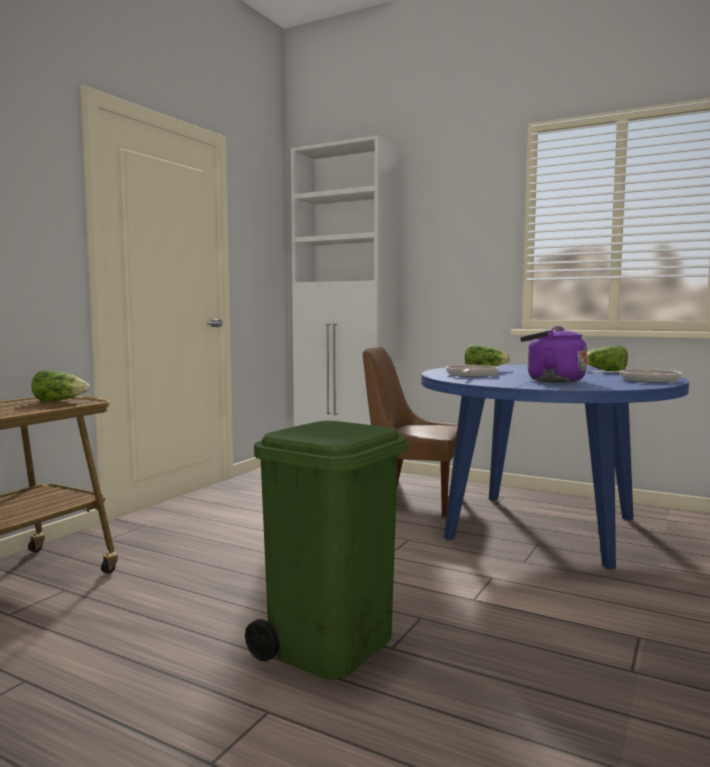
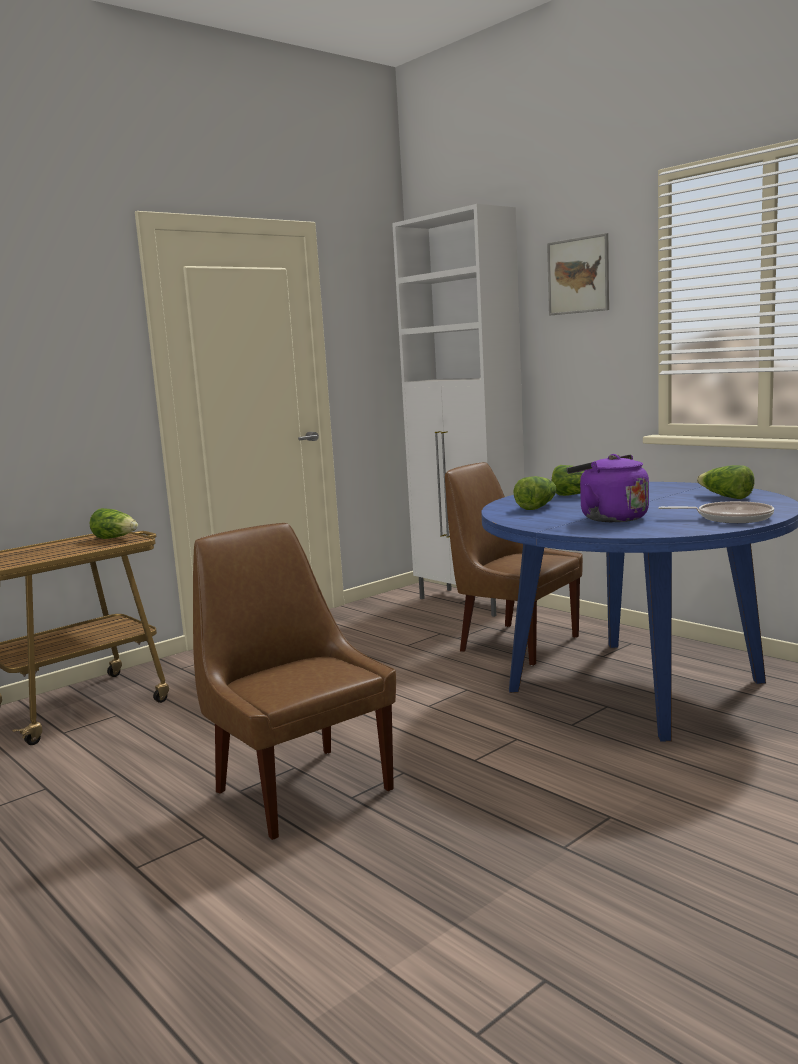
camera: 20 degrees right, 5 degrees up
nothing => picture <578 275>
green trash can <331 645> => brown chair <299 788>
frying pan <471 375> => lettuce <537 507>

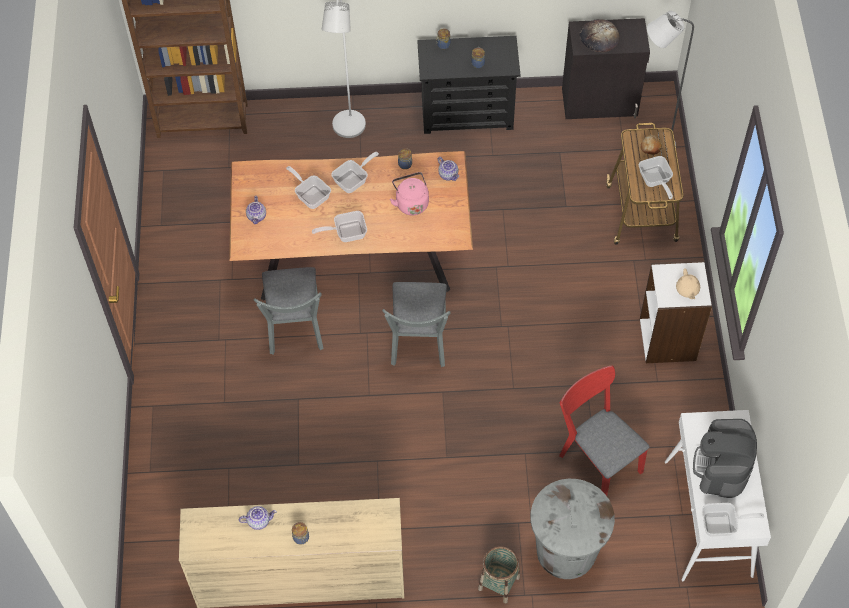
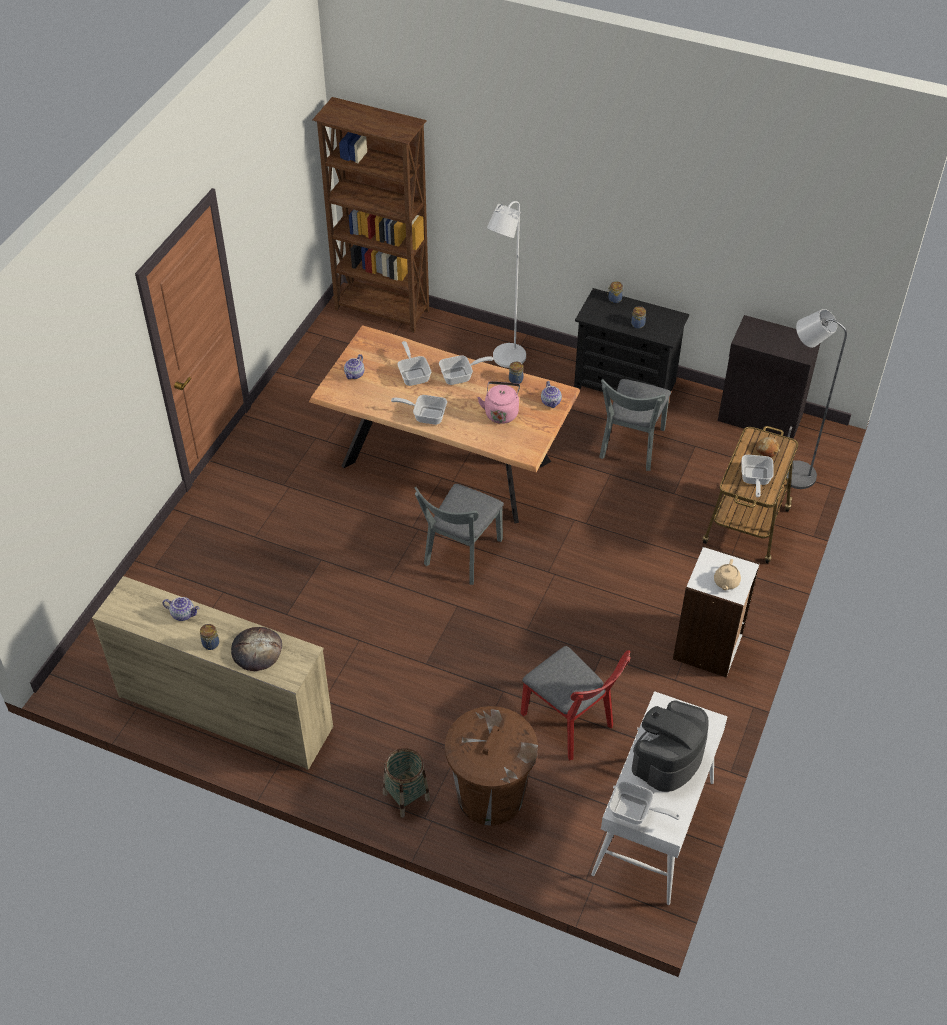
camera: 25 degrees right, 10 degrees down
grey chair <295 330> => grey chair <631 447>, shifted
bread <599 37> => bread <256 650>, shifted
grey trash can <566 551> => brown trash can <490 796>
red chair <596 458> => red chair <571 724>, 150 degrees clockwise

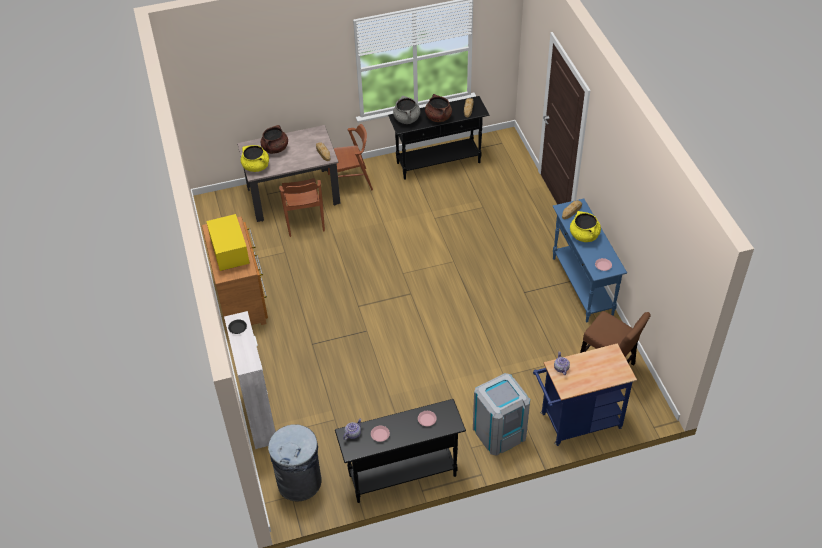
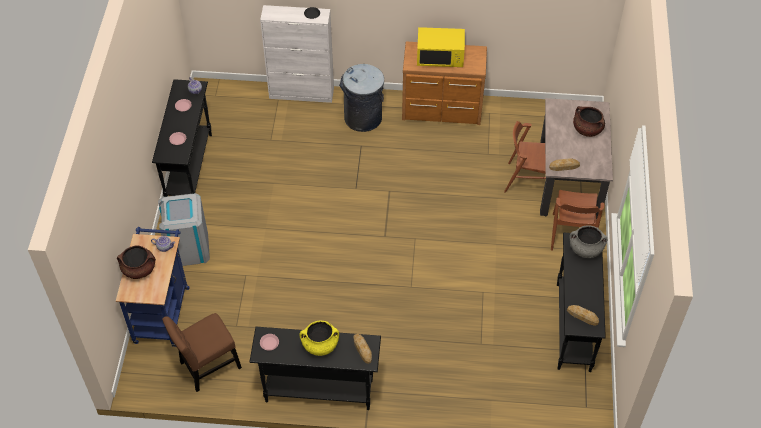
camera: 110 degrees right, 5 degrees up
yellow cooking pot <256 166> => nothing
grey trash can <300 482> => grey trash can <363 118>, shifted
brown cooking pot <438 117> => brown cooking pot <139 269>, shifted
blue console table <582 286> => black console table <318 390>

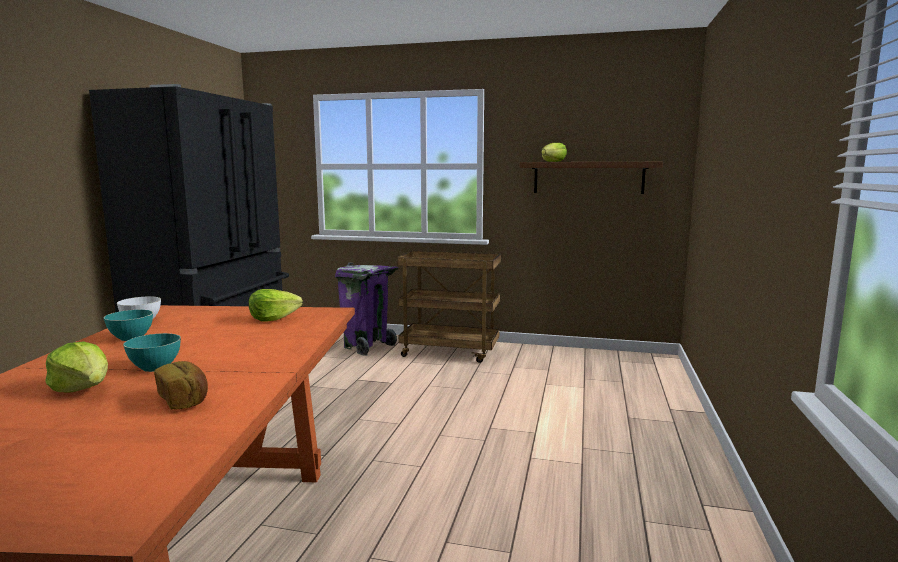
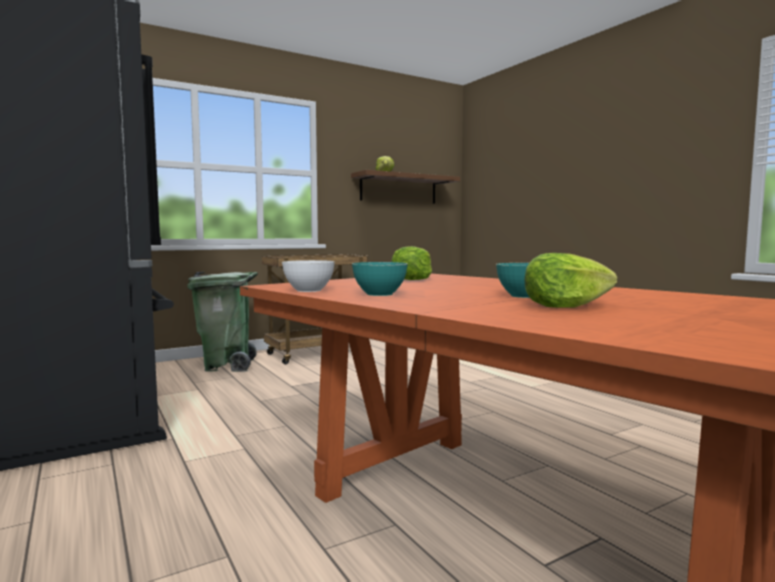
camera: 45 degrees left, 5 degrees down
bread <184 400> => nothing
purple trash can <366 346> => green trash can <227 366>

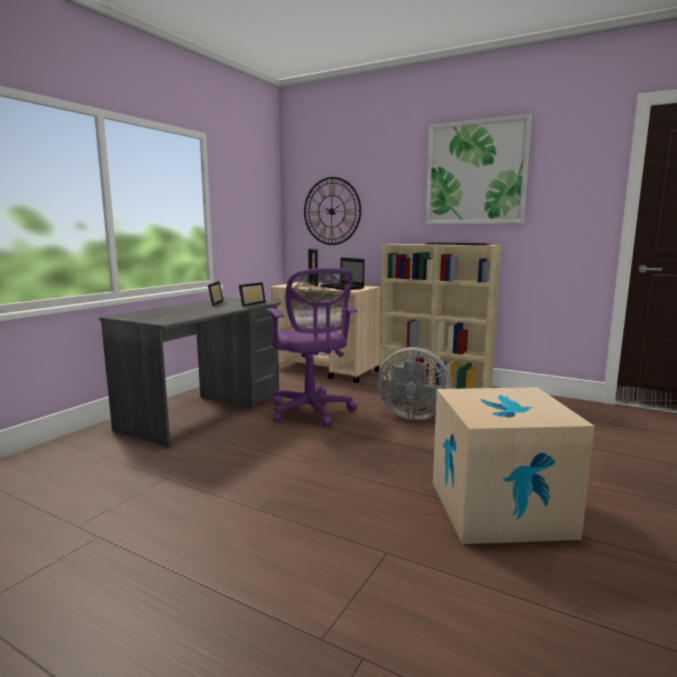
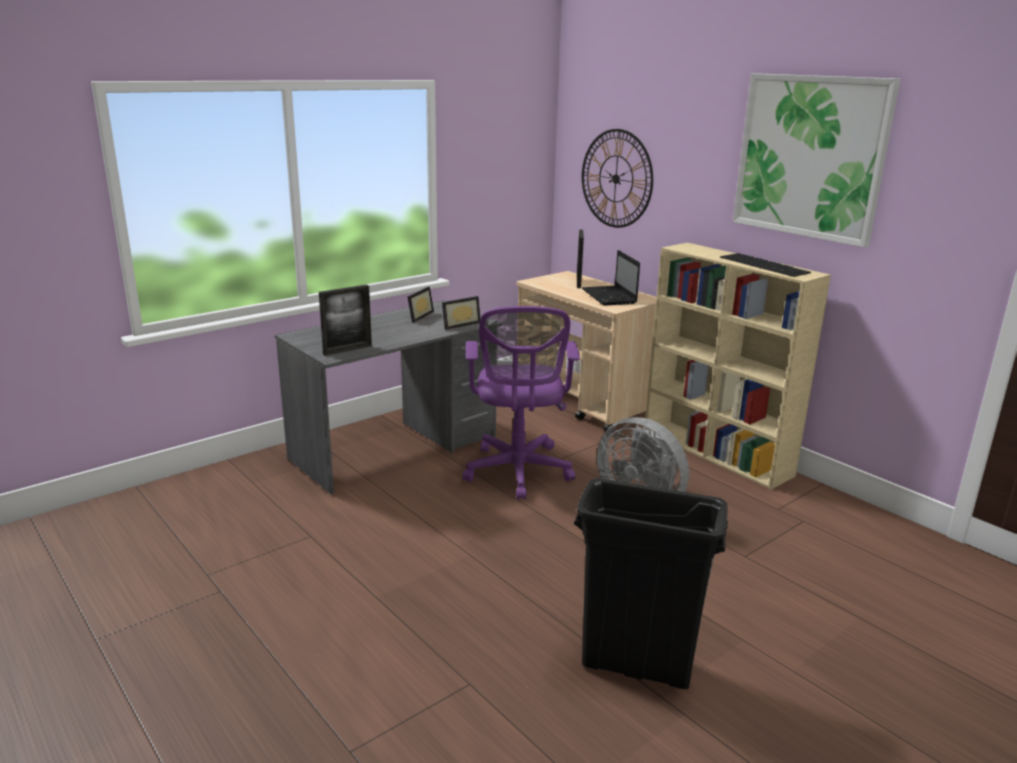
camera: 20 degrees right, 10 degrees up
nothing => picture frame <347 350>
cardboard box <499 508> => black trash can <636 665>

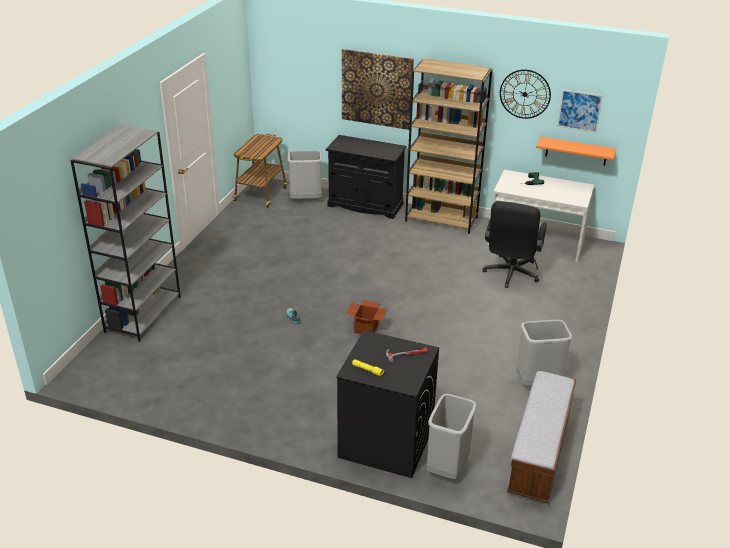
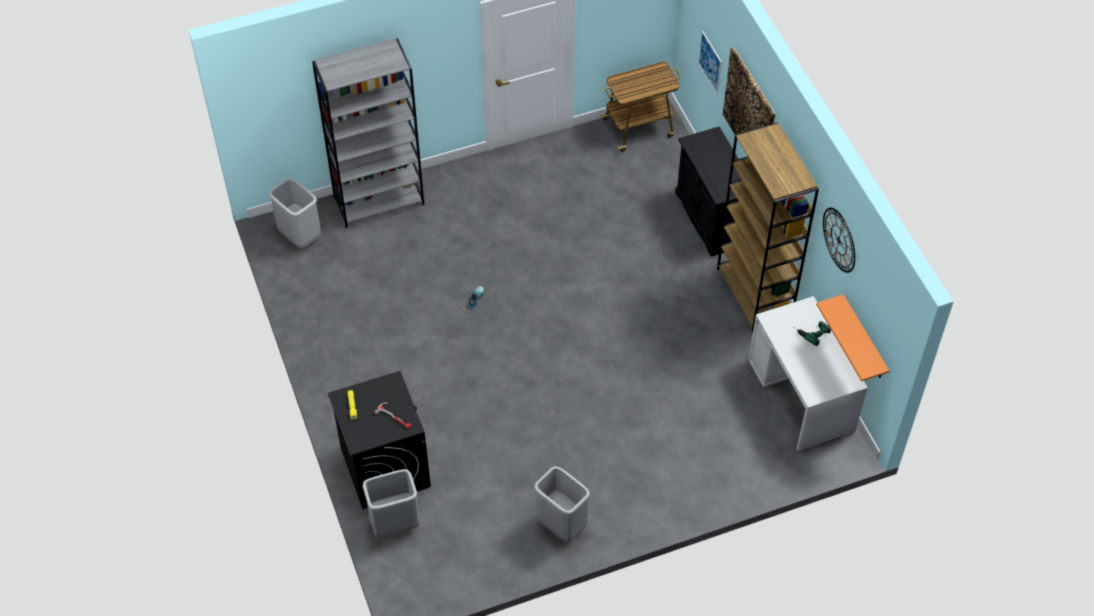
camera: 50 degrees right, 20 degrees up
cardboard box <366 329> => nothing
black office chair <510 275> => nothing
bench <539 453> => nothing
grey trash can <305 200> => grey trash can <299 237>, shifted
picture <579 111> => picture <710 62>, shifted

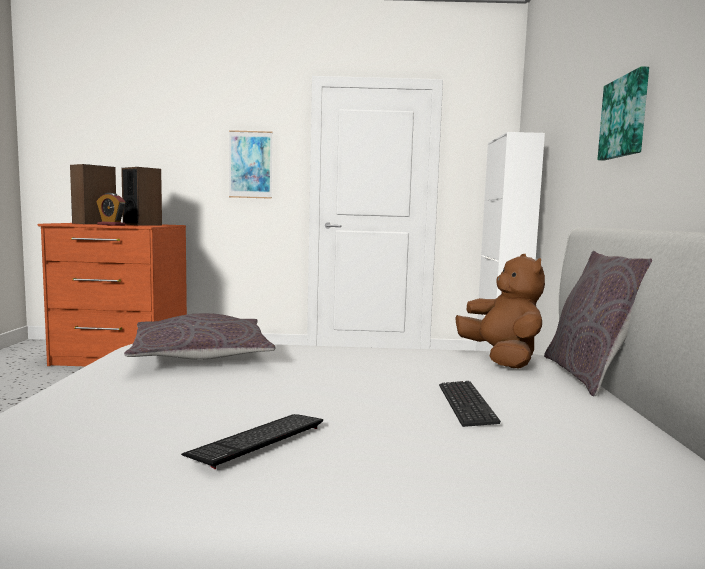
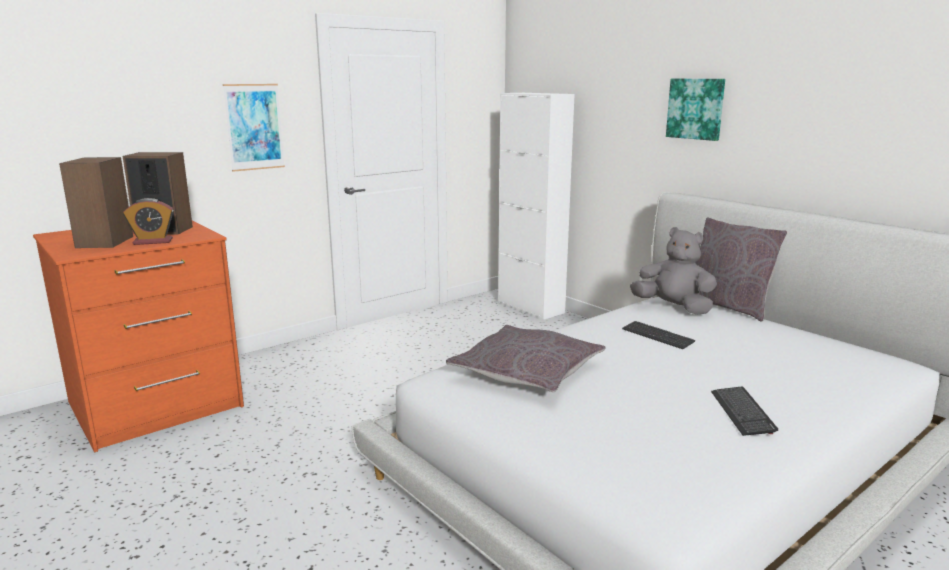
camera: 40 degrees left, 10 degrees up
keyboard <466 405> => keyboard <657 336>, shifted
brown plush toy <501 359> => grey plush toy <673 308>

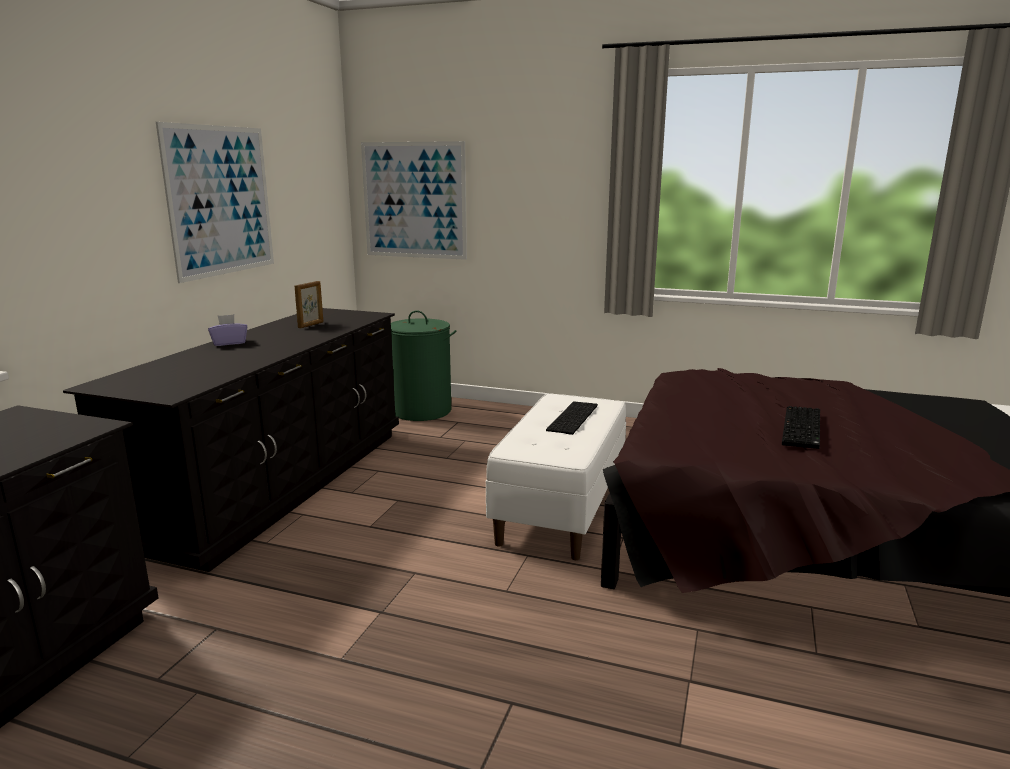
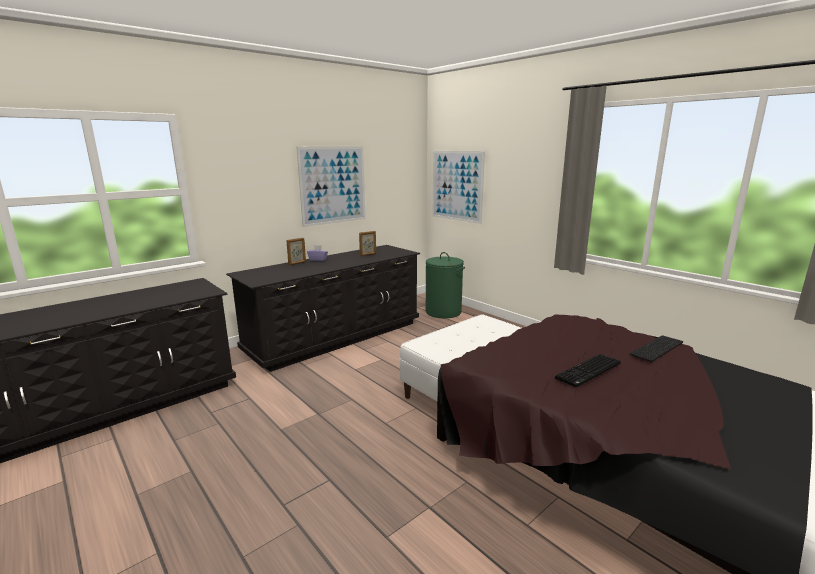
camera: 30 degrees right, 0 degrees up
nothing => picture frame <297 263>
keyboard <574 418> => keyboard <658 349>, shifted

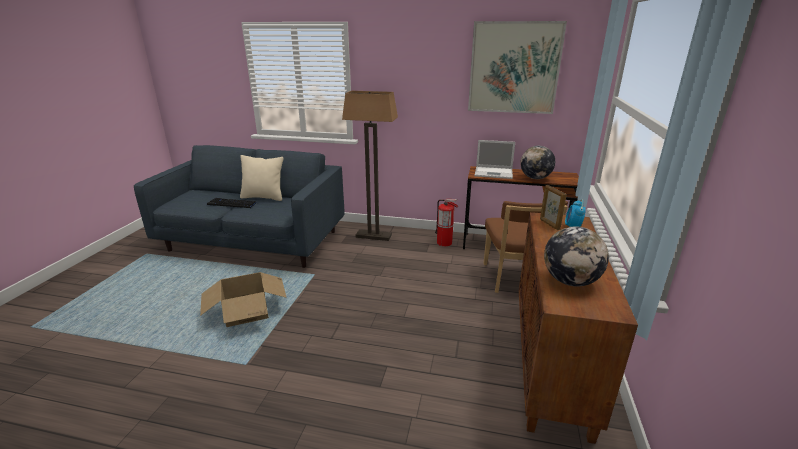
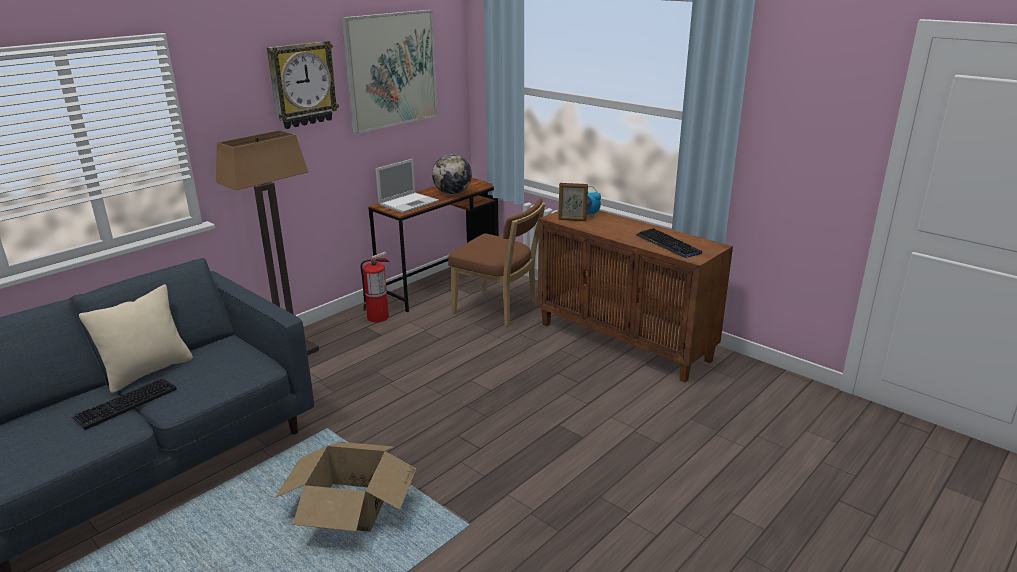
camera: 60 degrees left, 0 degrees up
nothing => wall clock <302 84>
globe <570 281> => keyboard <668 244>

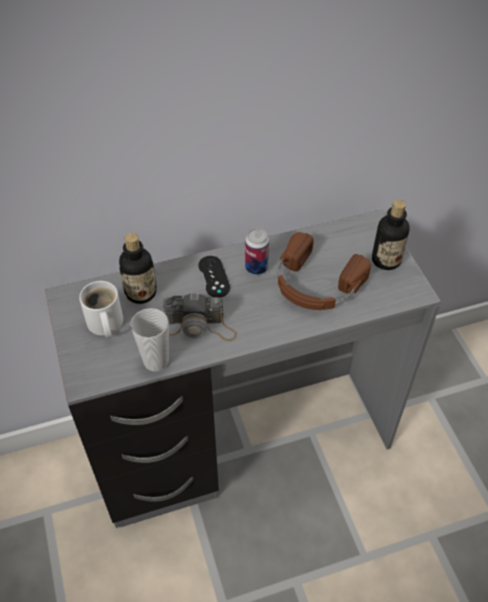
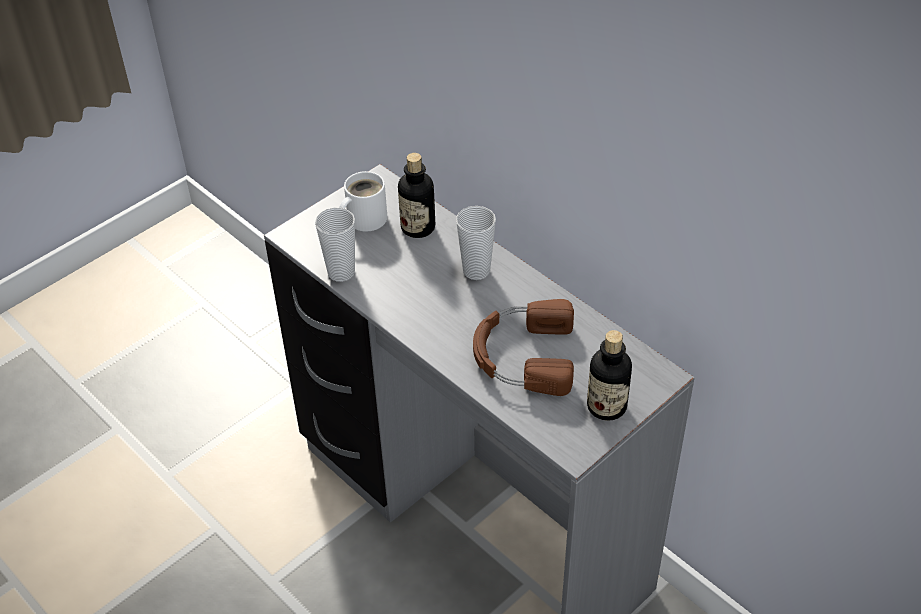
camera: 65 degrees right, 5 degrees down
photo camera <199 326> => nothing
can <256 268> => nothing
black game controller <214 276> => cup <476 271>

